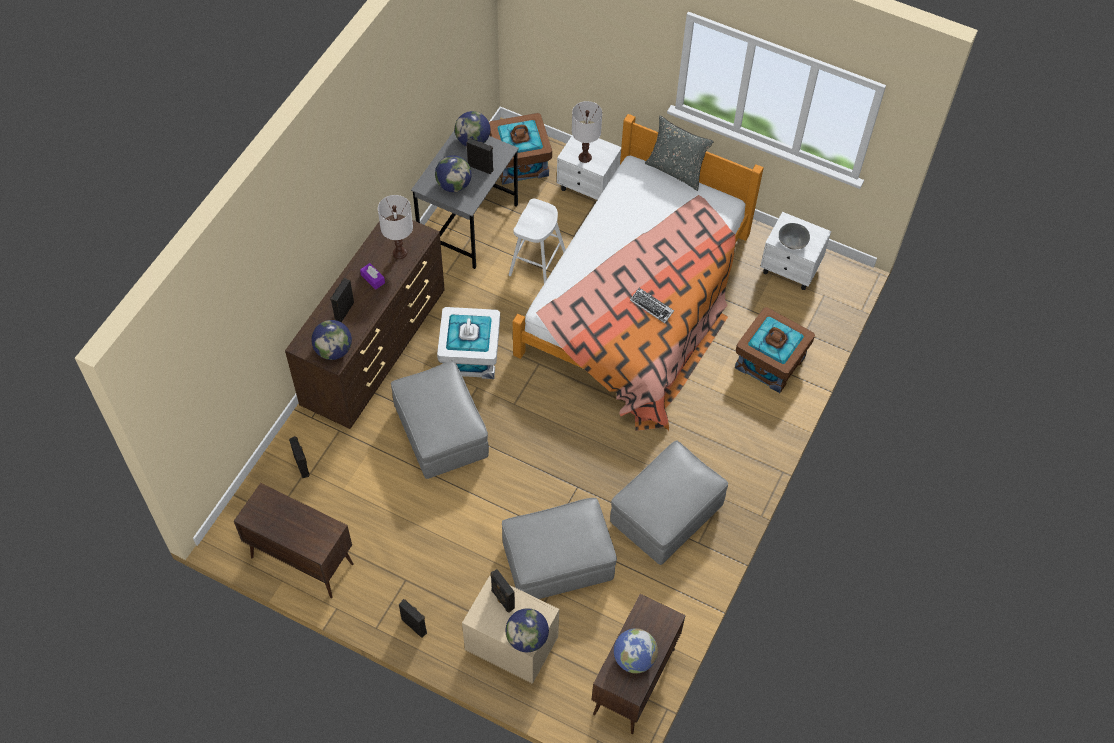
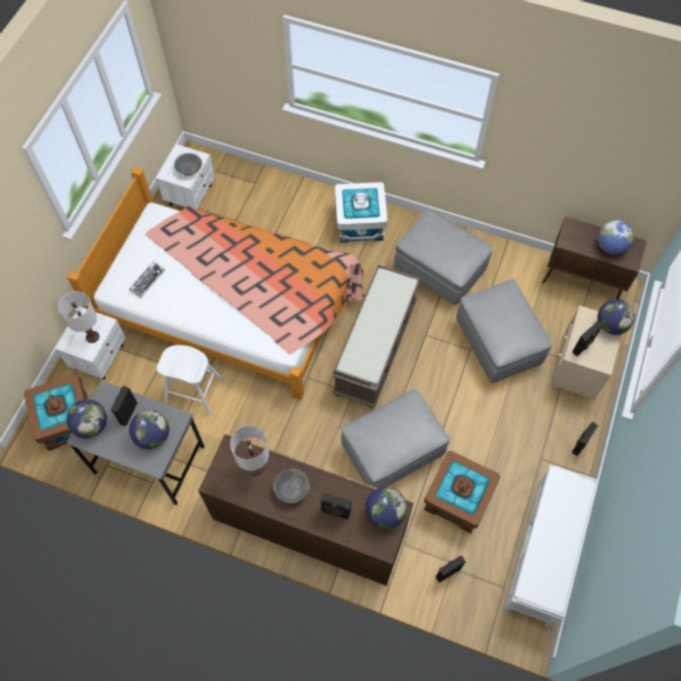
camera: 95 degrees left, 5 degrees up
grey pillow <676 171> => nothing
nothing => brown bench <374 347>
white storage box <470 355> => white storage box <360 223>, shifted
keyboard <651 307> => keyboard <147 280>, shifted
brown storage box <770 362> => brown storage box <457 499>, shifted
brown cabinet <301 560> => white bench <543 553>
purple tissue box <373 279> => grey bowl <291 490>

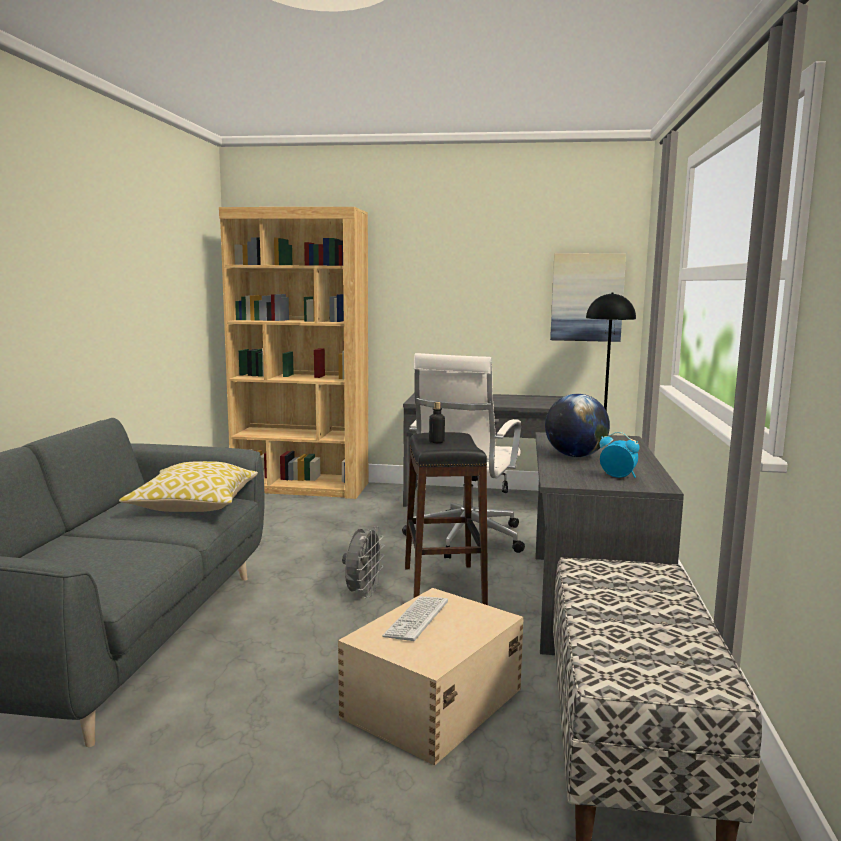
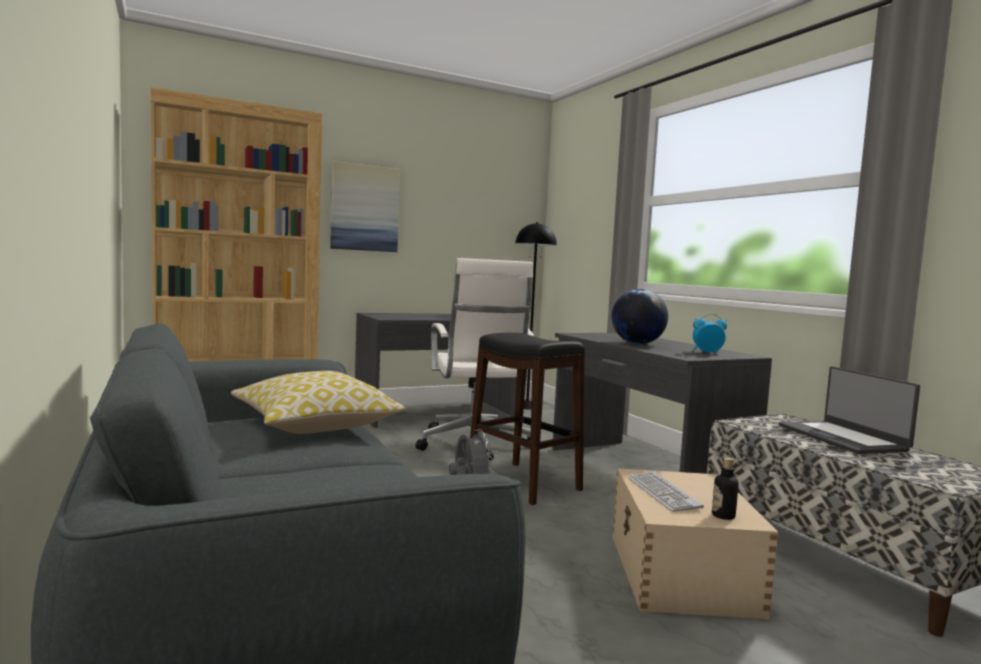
camera: 35 degrees left, 5 degrees down
nothing => laptop <842 438>
bottle <436 442> => bottle <723 516>, shifted
picture <587 297> => picture <364 208>, shifted

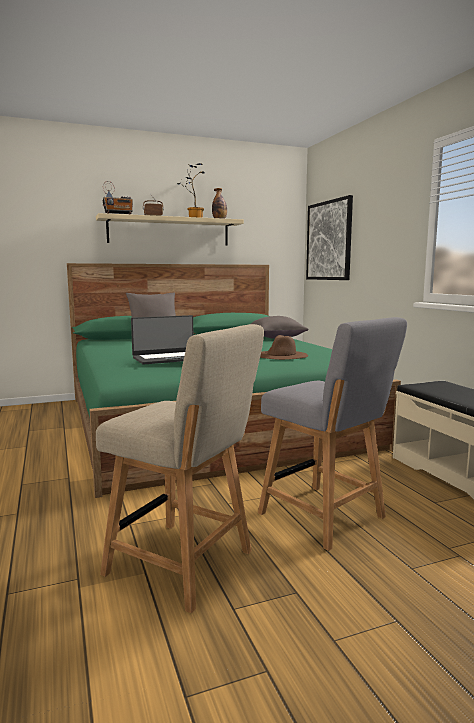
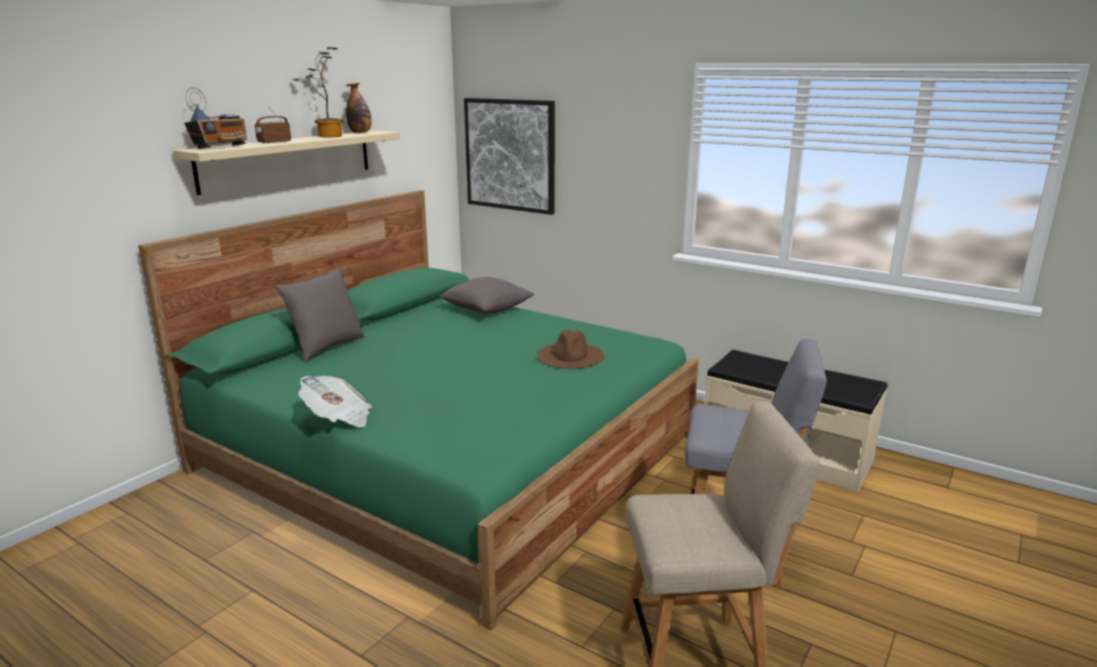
camera: 35 degrees left, 10 degrees up
laptop <168 358> => nothing
nothing => newspaper <338 418>

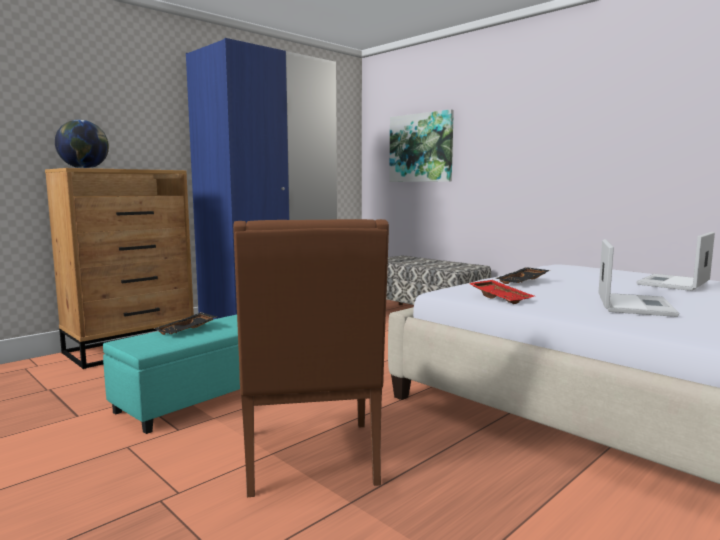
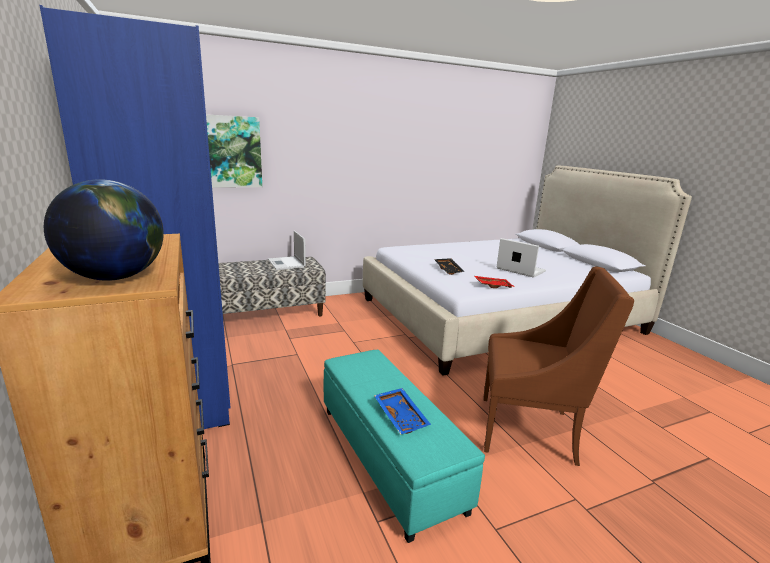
camera: 70 degrees left, 10 degrees up
laptop <673 283> => laptop <286 264>, shifted
black tray <187 330> => blue tray <402 416>

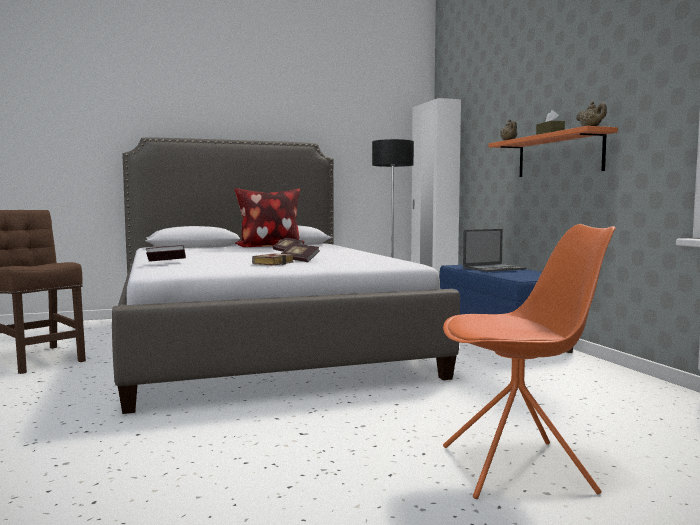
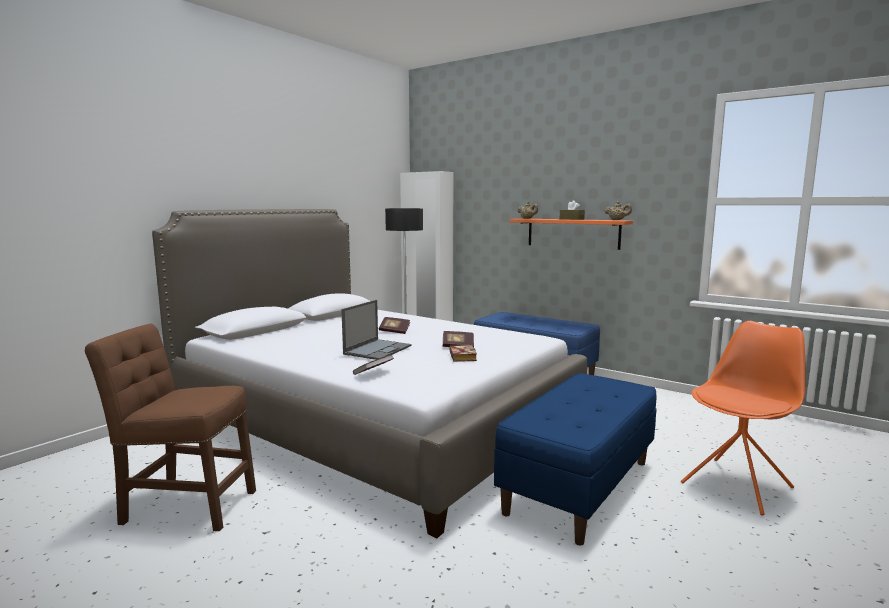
camera: 35 degrees left, 5 degrees up
pillow <269 246> => nothing
nothing => blue bench <579 486>
laptop <494 268> => laptop <378 349>, shifted

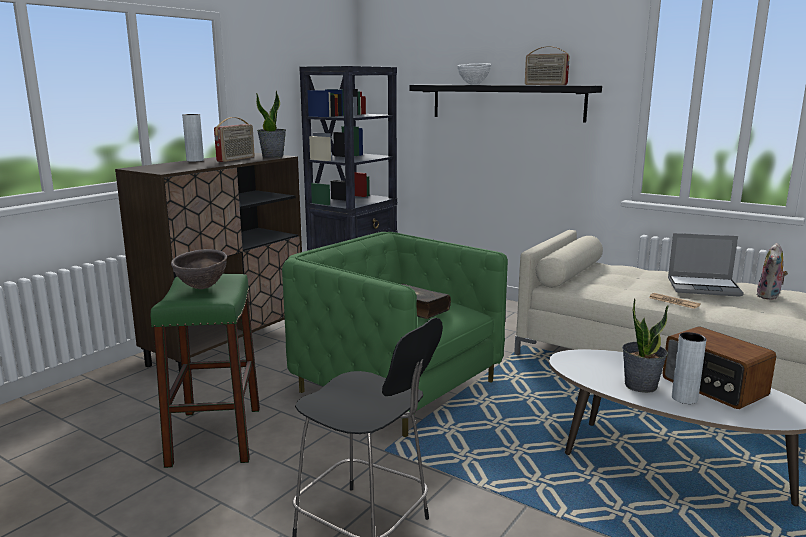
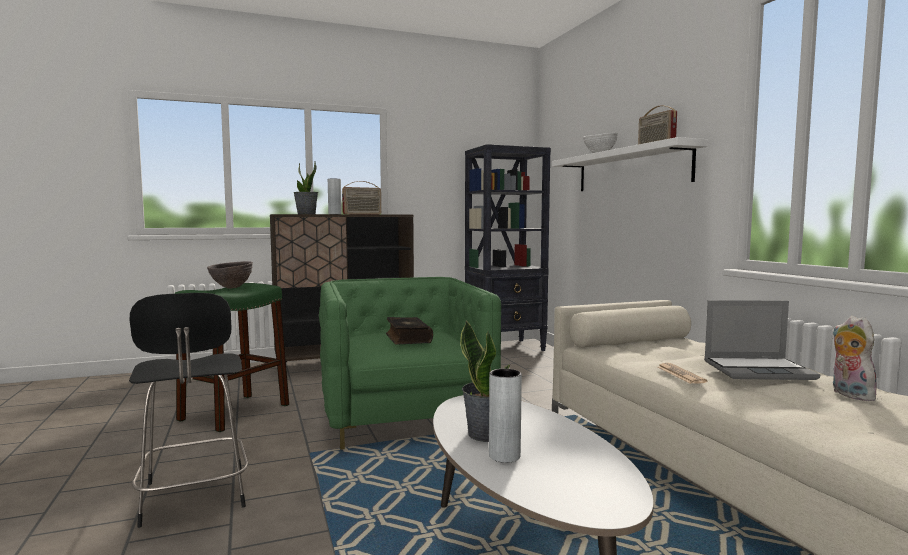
camera: 35 degrees right, 10 degrees down
radio <713 387> => nothing
potted plant <273 156> => potted plant <306 214>, shifted
black shelf <506 102> => white shelf <630 169>
laptop <704 287> => laptop <758 370>, 45 degrees counterclockwise
plush toy <769 296> => plush toy <849 394>, 105 degrees clockwise

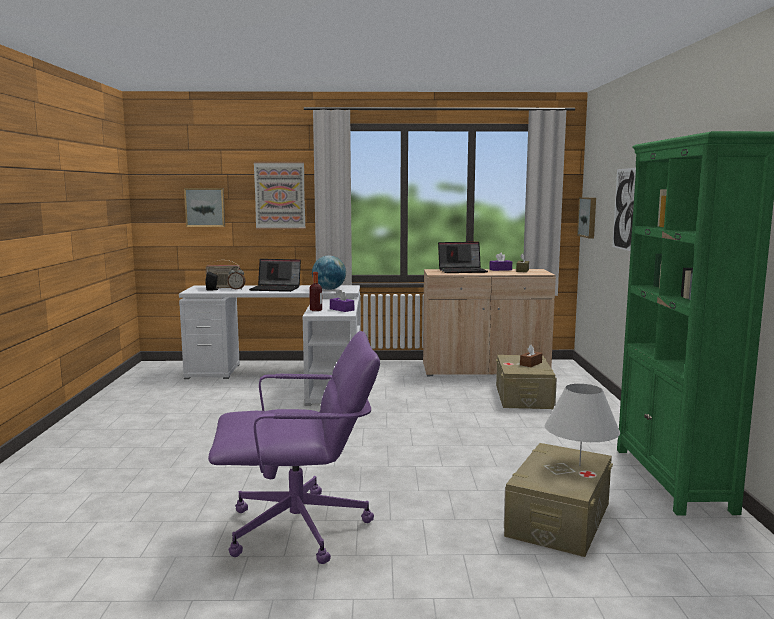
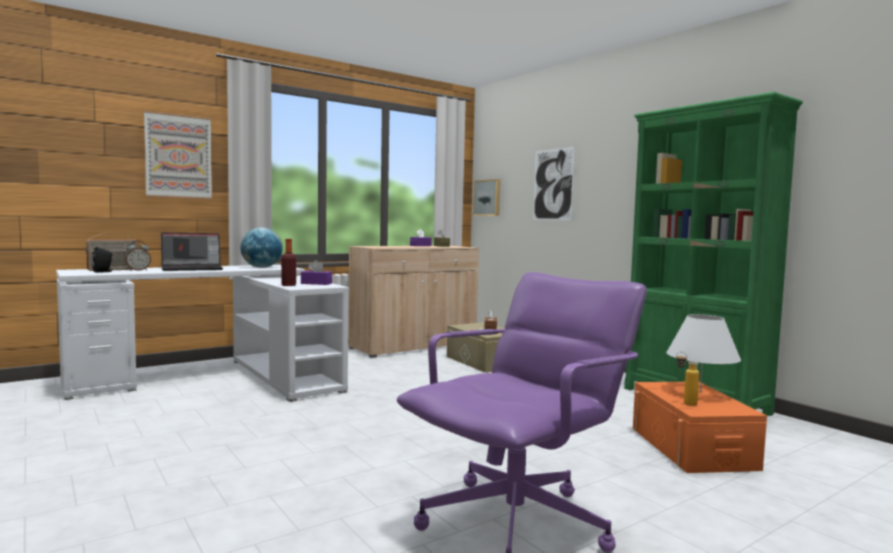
camera: 35 degrees left, 5 degrees down
picture <205 207> => nothing
laptop <463 271> => nothing
nothing => bottle <685 402>
beige storage box <559 519> => orange storage box <692 448>

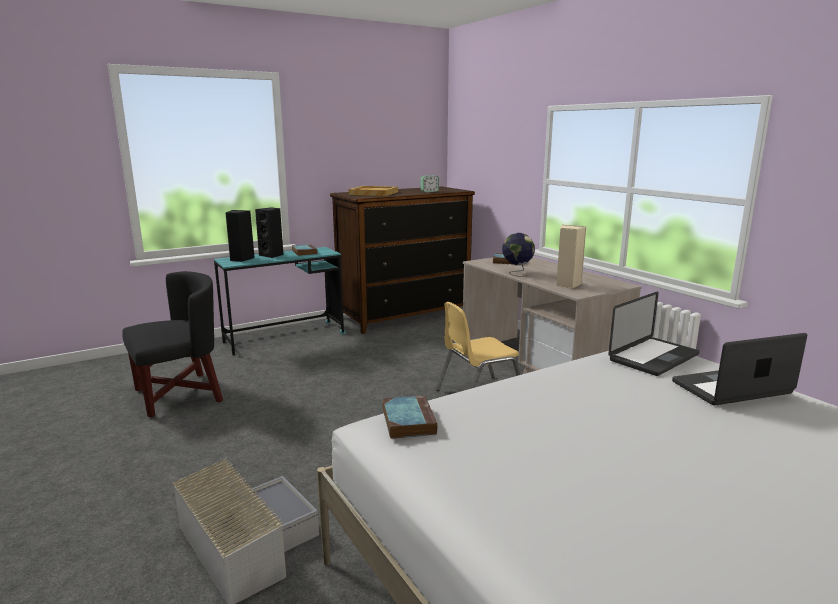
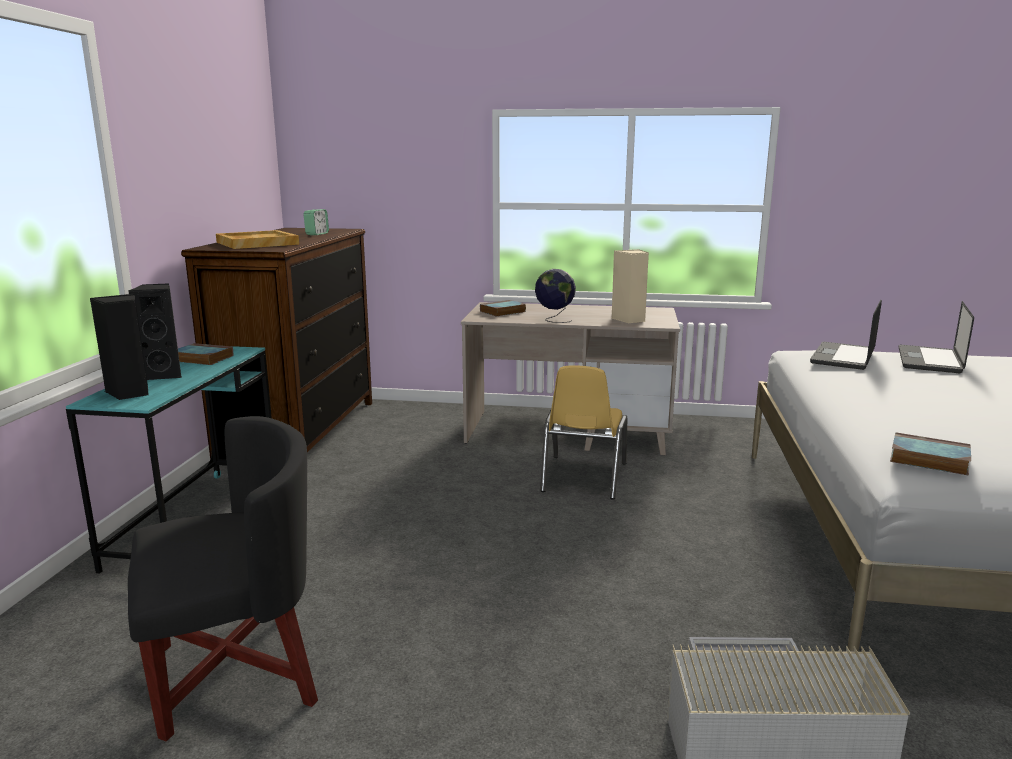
camera: 50 degrees left, 0 degrees up
black armchair <179 395> => black armchair <237 671>, 60 degrees clockwise
laptop <653 357> => laptop <843 357>, 150 degrees counterclockwise

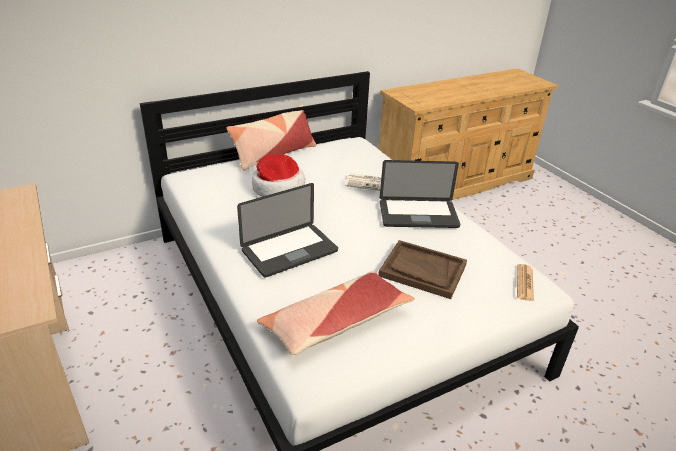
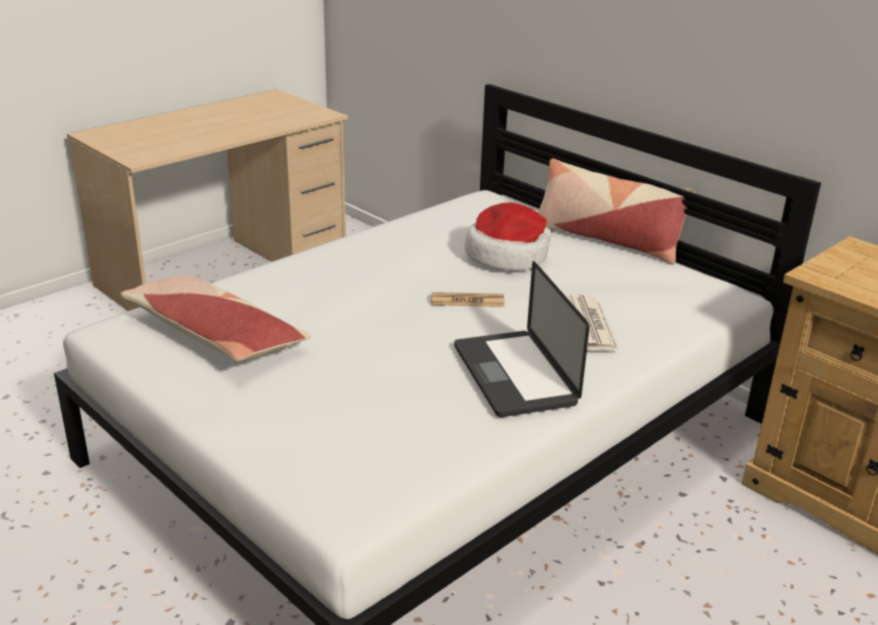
camera: 75 degrees right, 5 degrees down
laptop <289 251> => nothing
brown tray <422 270> => nothing
newspaper <524 283> => newspaper <467 301>, shifted

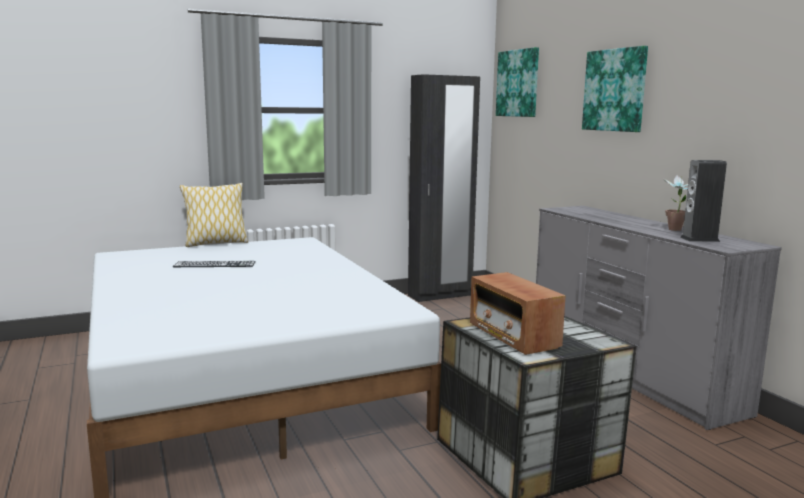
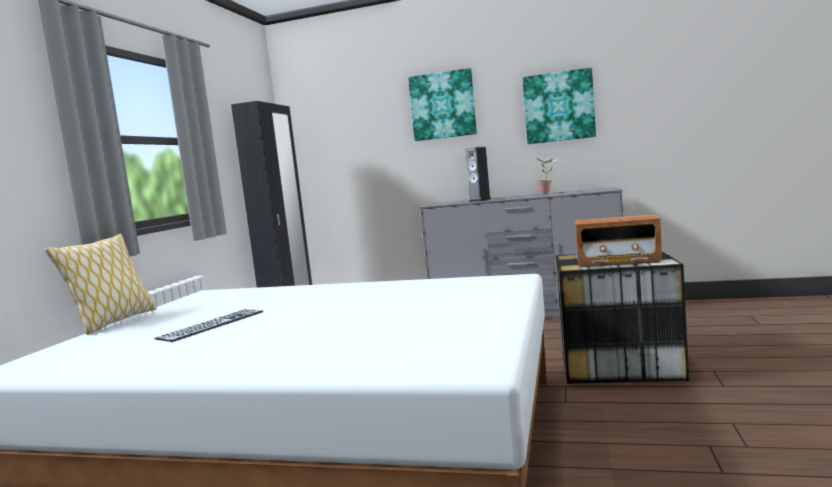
camera: 50 degrees left, 5 degrees down
picture <518 83> => picture <558 107>, shifted
speaker <699 239> => speaker <480 200>, shifted

